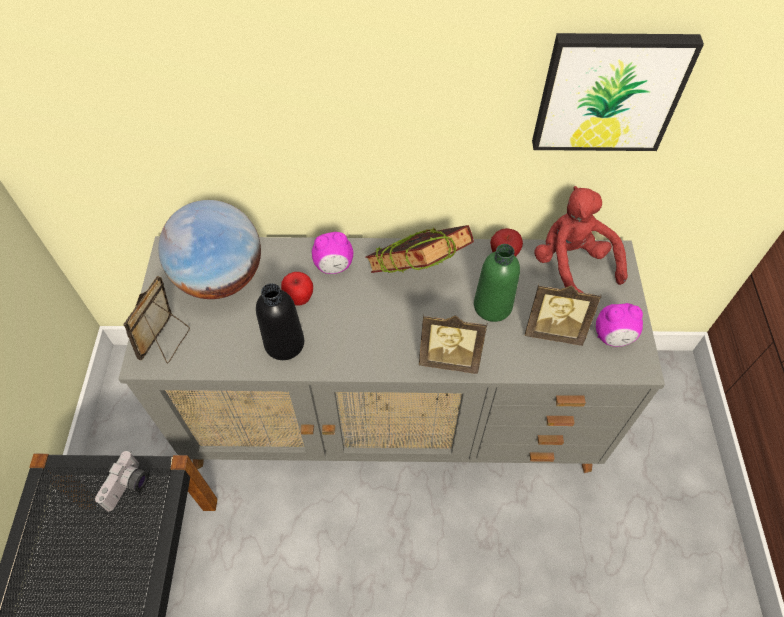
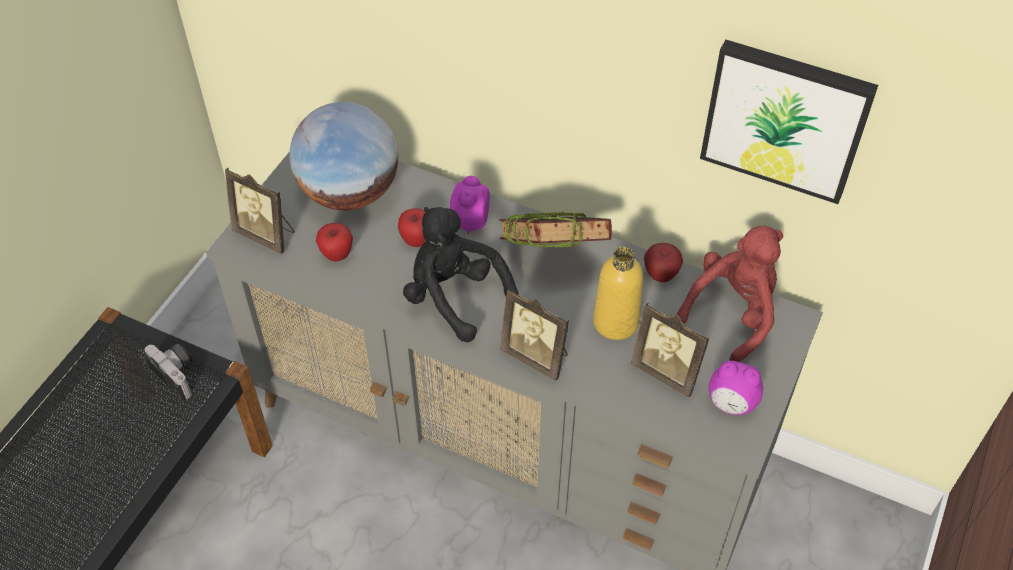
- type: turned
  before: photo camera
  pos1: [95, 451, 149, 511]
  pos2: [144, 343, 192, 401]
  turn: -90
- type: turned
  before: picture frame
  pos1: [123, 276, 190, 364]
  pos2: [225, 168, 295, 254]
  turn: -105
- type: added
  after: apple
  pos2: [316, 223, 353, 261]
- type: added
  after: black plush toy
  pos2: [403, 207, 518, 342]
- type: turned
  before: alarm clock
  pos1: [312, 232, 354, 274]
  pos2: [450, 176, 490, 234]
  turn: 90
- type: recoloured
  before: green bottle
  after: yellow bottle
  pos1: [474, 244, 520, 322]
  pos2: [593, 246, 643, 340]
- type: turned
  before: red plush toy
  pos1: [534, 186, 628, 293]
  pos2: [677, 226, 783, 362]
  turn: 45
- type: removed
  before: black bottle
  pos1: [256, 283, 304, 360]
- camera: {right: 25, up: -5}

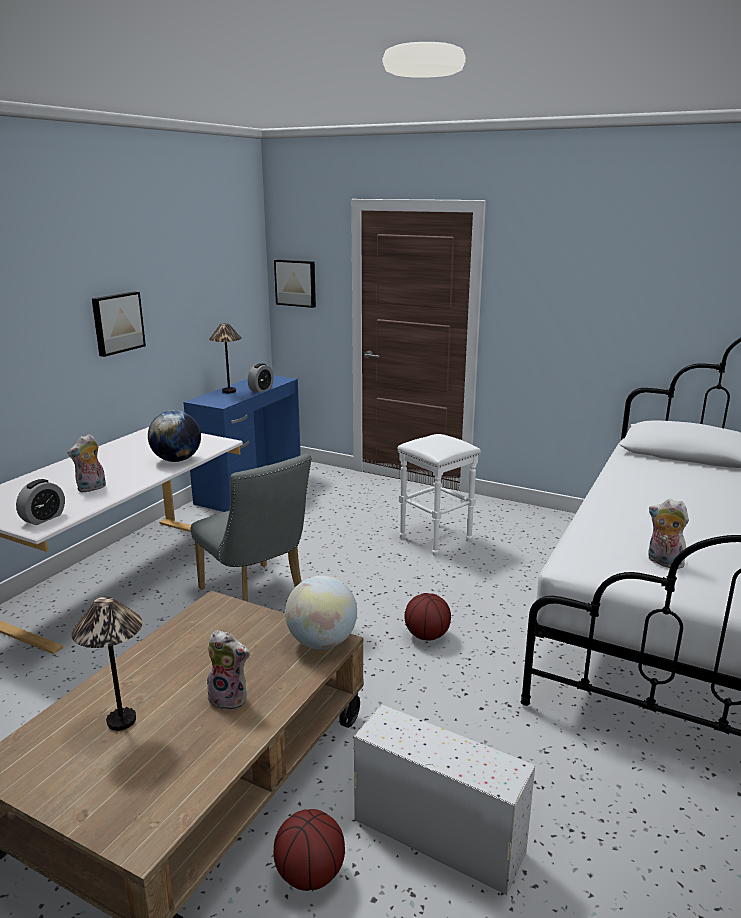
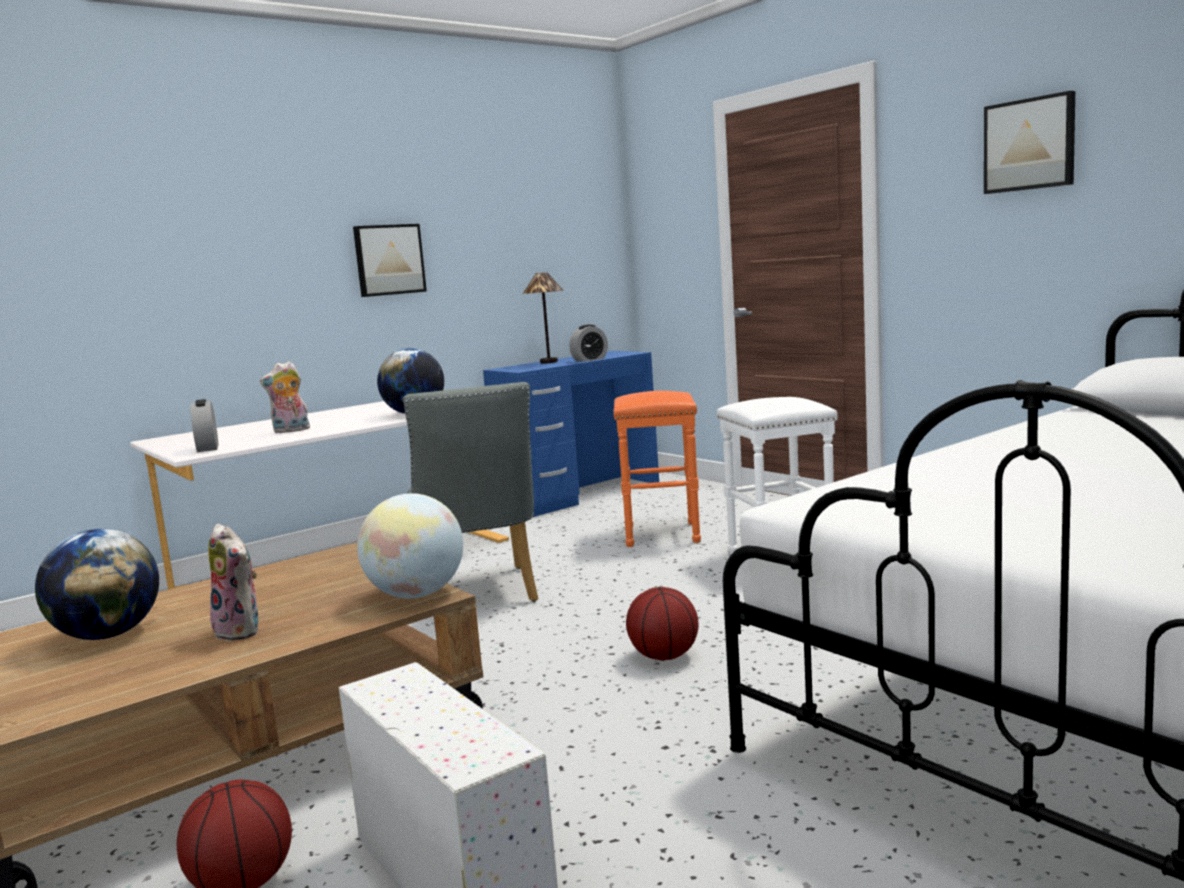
- type: replaced
  before: table lamp
  after: globe
  pos1: [72, 596, 143, 731]
  pos2: [35, 529, 159, 640]
- type: turned
  before: alarm clock
  pos1: [16, 479, 65, 525]
  pos2: [190, 399, 219, 452]
  turn: 105
- type: added
  after: orange stool
  pos2: [613, 391, 701, 547]
- type: moved
  before: picture
  pos1: [274, 259, 316, 308]
  pos2: [984, 91, 1075, 194]
- type: removed
  before: plush toy
  pos1: [648, 499, 689, 569]
- camera: {right: 25, up: -10}

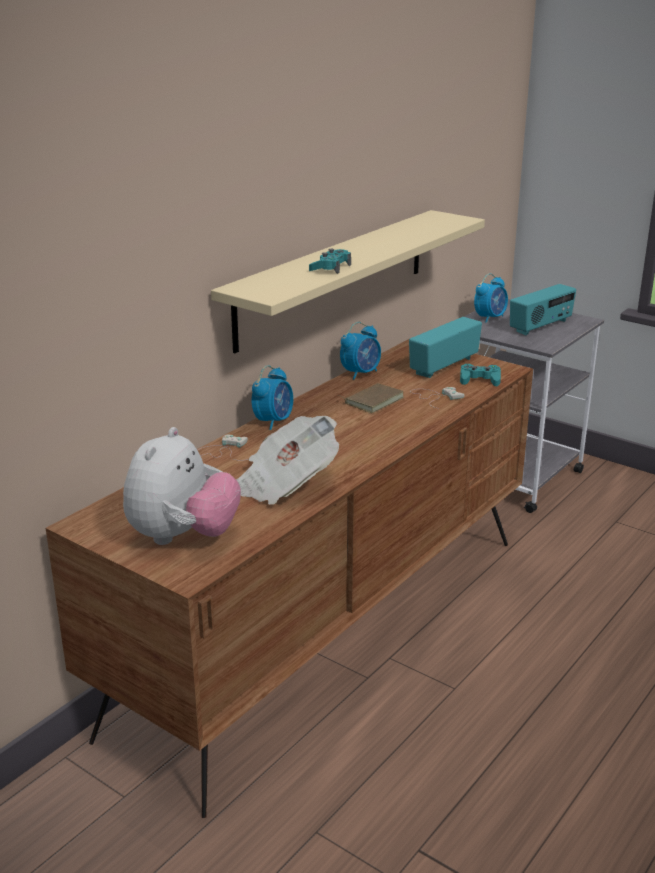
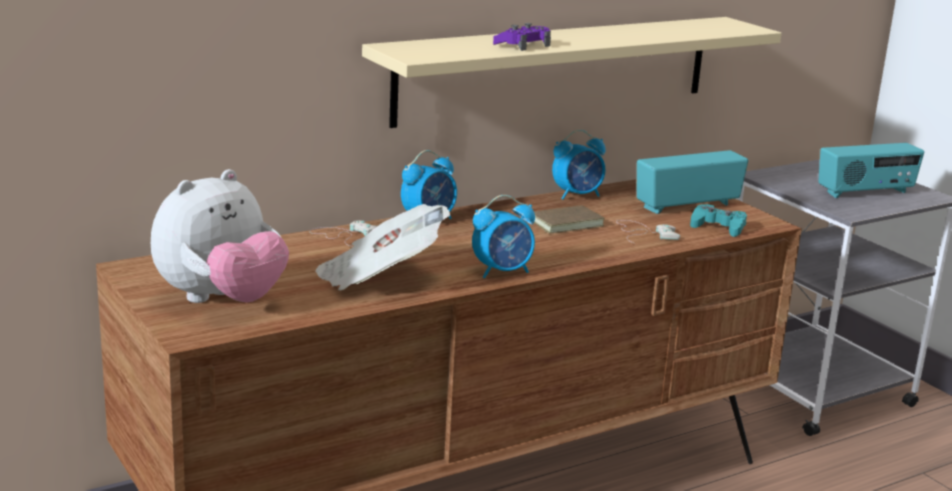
- type: moved
  before: alarm clock
  pos1: [474, 274, 508, 323]
  pos2: [472, 195, 535, 278]
- type: recoloured
  before: turquoise game controller
  after: purple game controller
  pos1: [309, 249, 351, 274]
  pos2: [493, 23, 551, 51]
- camera: {right: 20, up: -5}

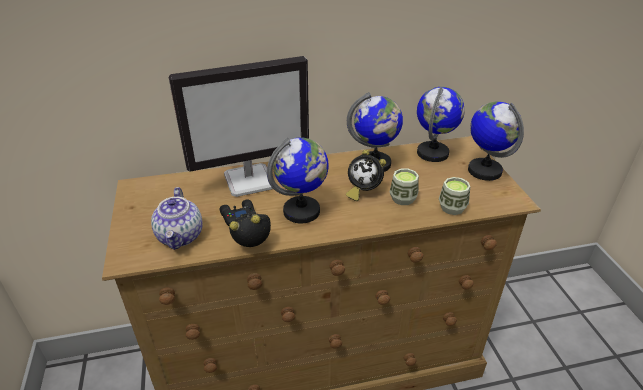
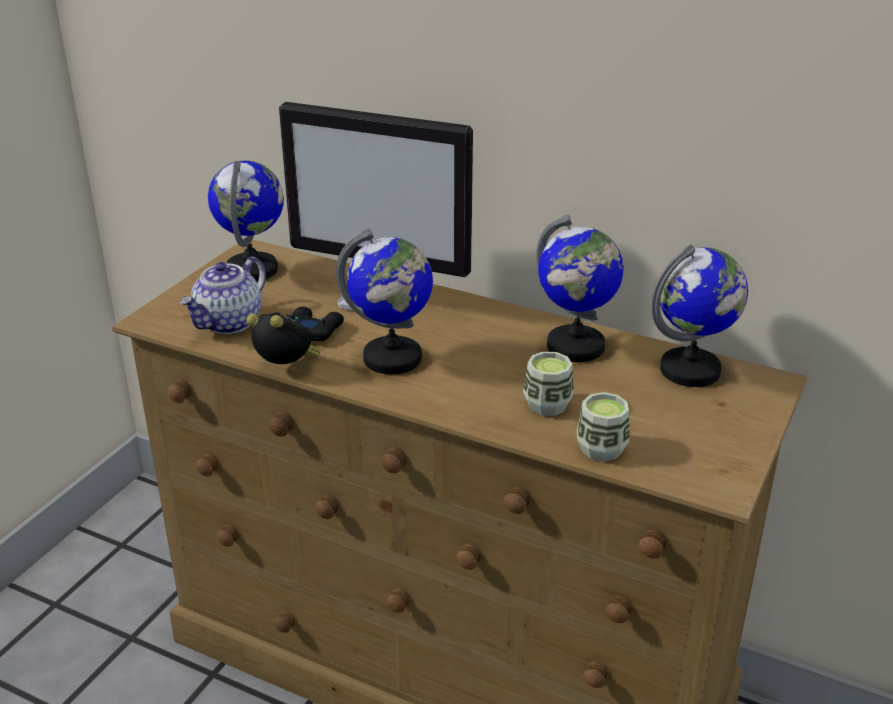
- type: moved
  before: globe
  pos1: [468, 101, 524, 181]
  pos2: [208, 160, 284, 282]
- type: removed
  before: alarm clock
  pos1: [346, 150, 386, 201]
- camera: {right: 40, up: -5}

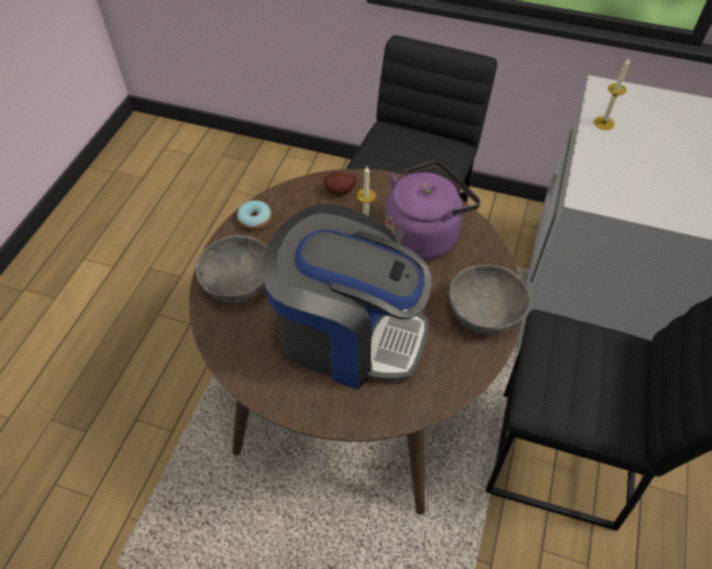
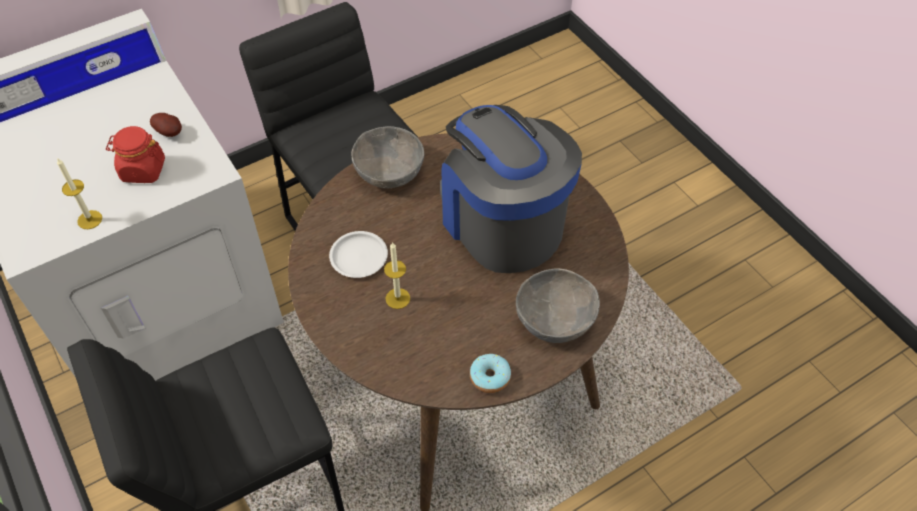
- type: added
  after: red jar
  pos2: [106, 126, 165, 183]
- type: moved
  before: potato
  pos1: [324, 172, 357, 195]
  pos2: [150, 113, 182, 137]
- type: replaced
  before: purple kettle
  after: white plate
  pos1: [385, 160, 481, 260]
  pos2: [329, 231, 388, 278]
- camera: {right: -140, up: 0}

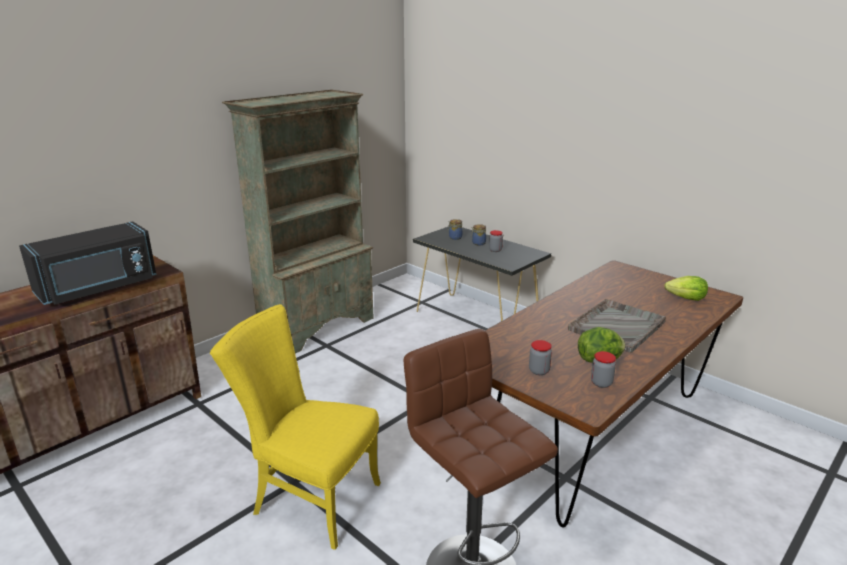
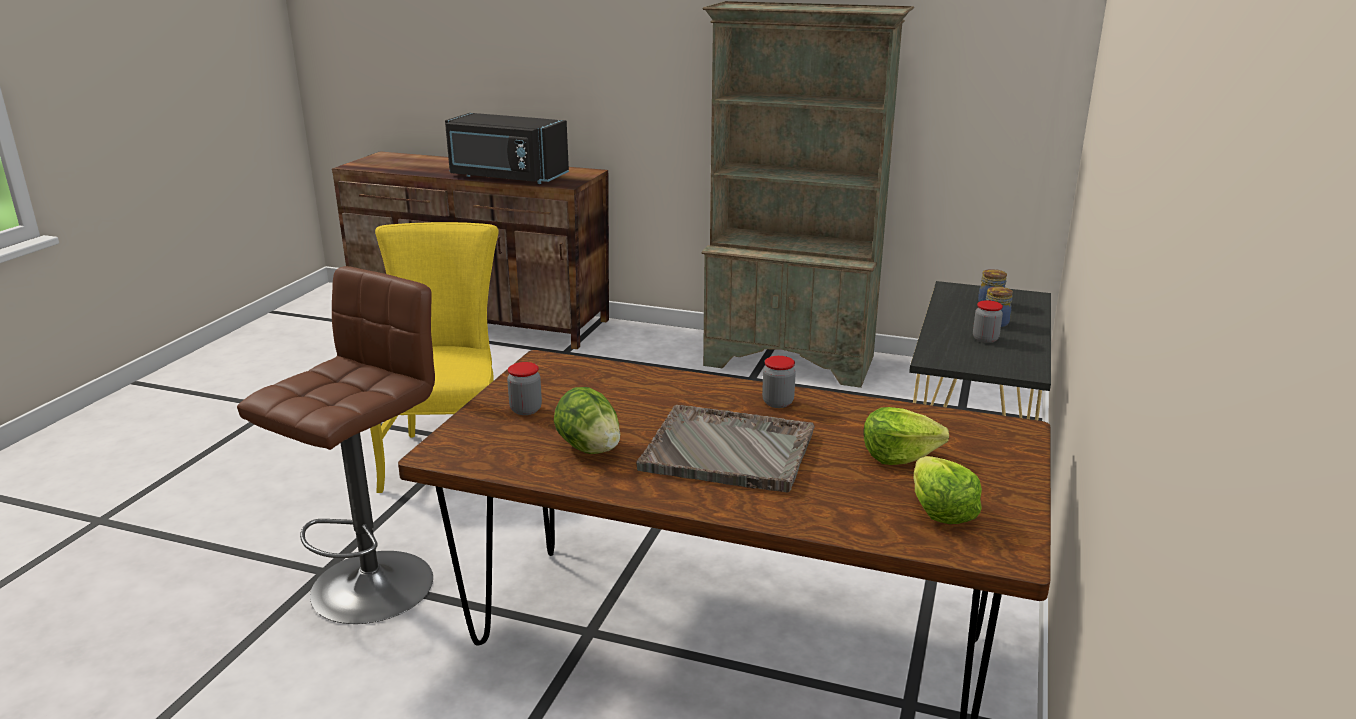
- type: moved
  before: jar
  pos1: [591, 351, 616, 388]
  pos2: [762, 356, 796, 408]
- type: added
  after: lettuce
  pos2: [864, 407, 949, 465]
- camera: {right: 65, up: 0}

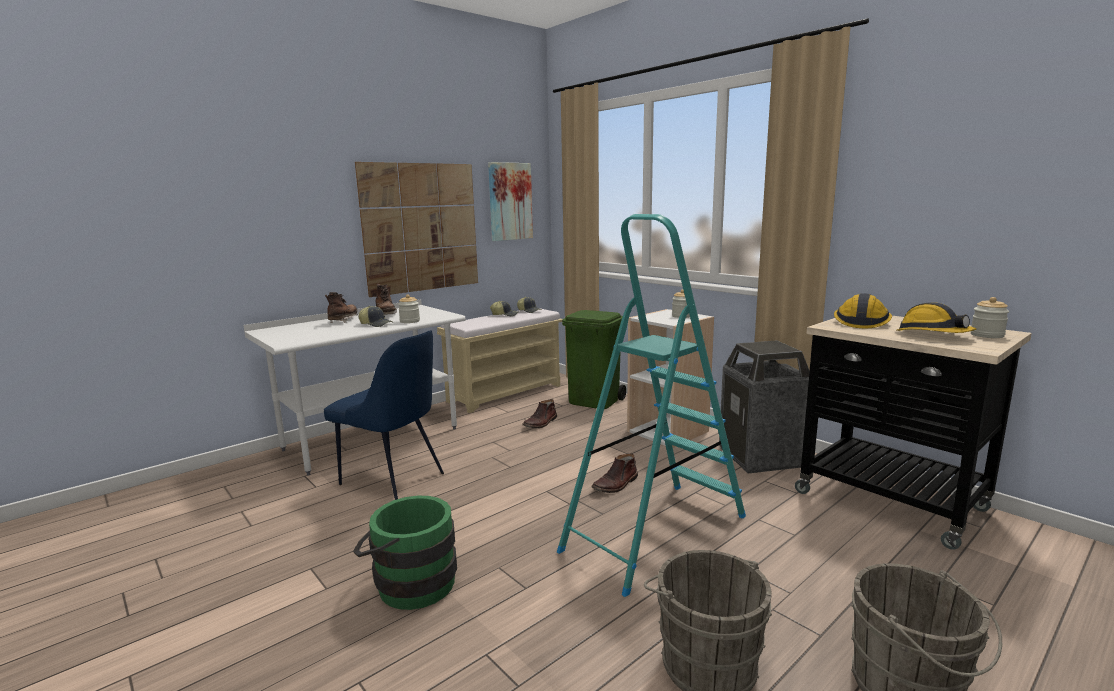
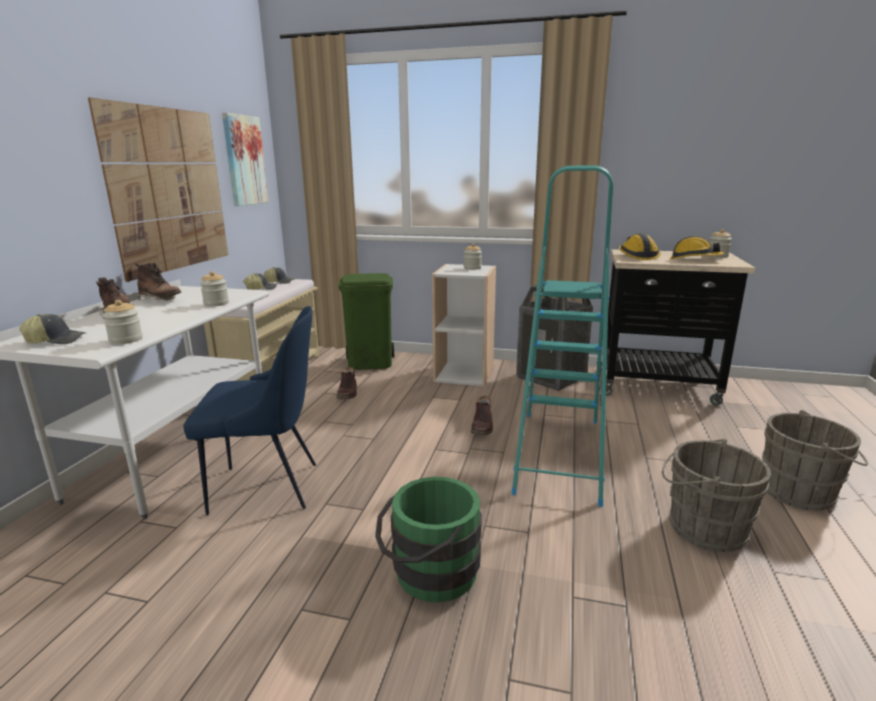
- type: moved
  before: cap
  pos1: [359, 306, 393, 327]
  pos2: [20, 314, 86, 344]
- type: added
  after: jar
  pos2: [103, 300, 143, 344]
- camera: {right: -35, up: 5}

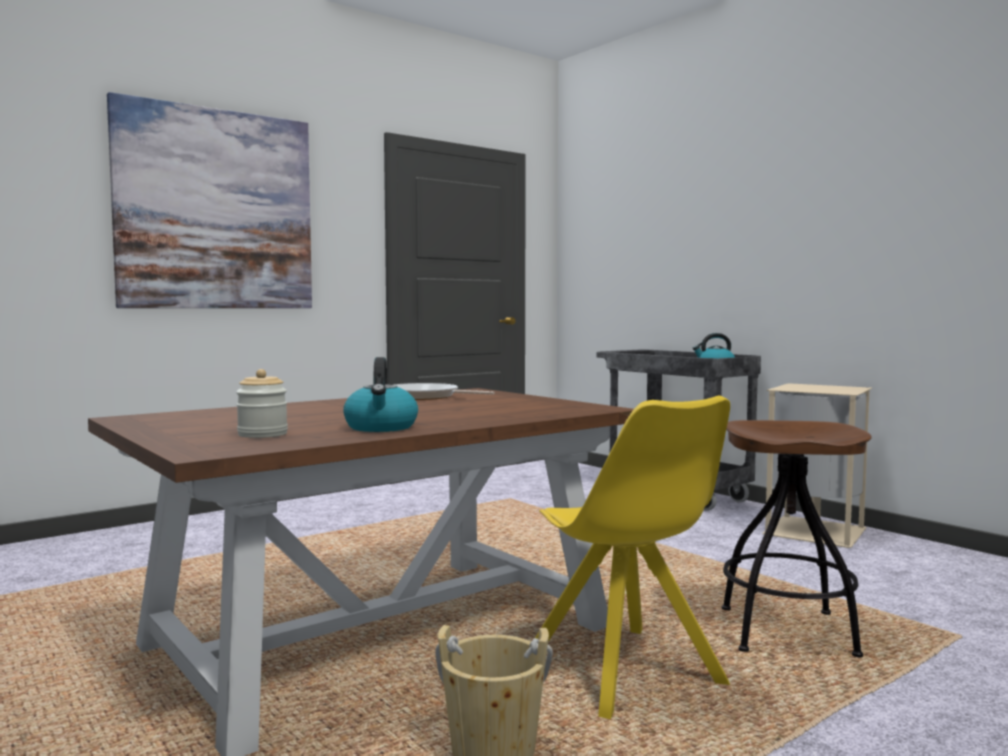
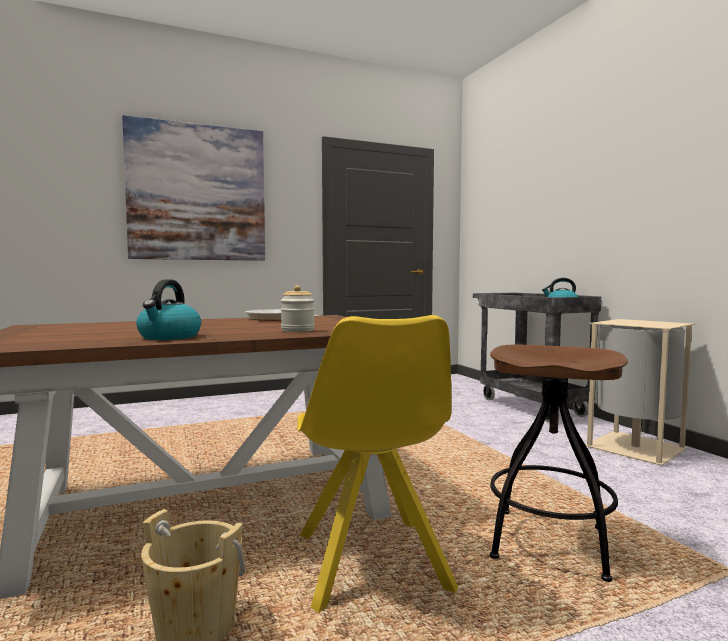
- type: moved
  before: jar
  pos1: [236, 369, 288, 438]
  pos2: [281, 285, 315, 332]
- camera: {right: 15, up: 0}

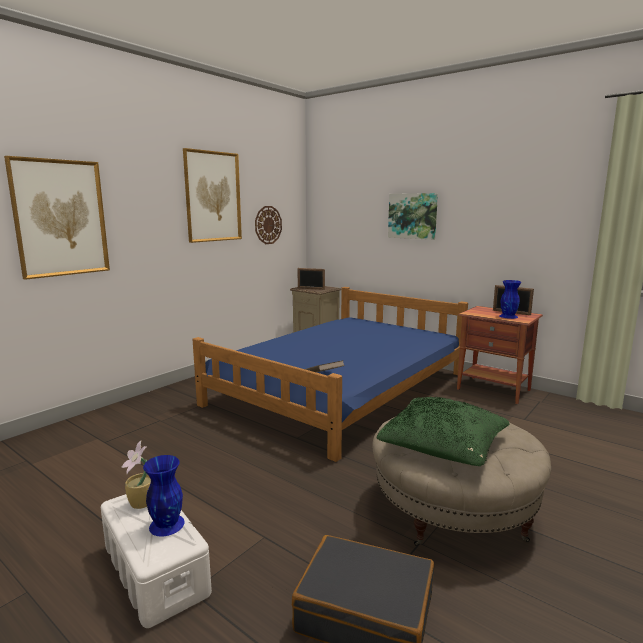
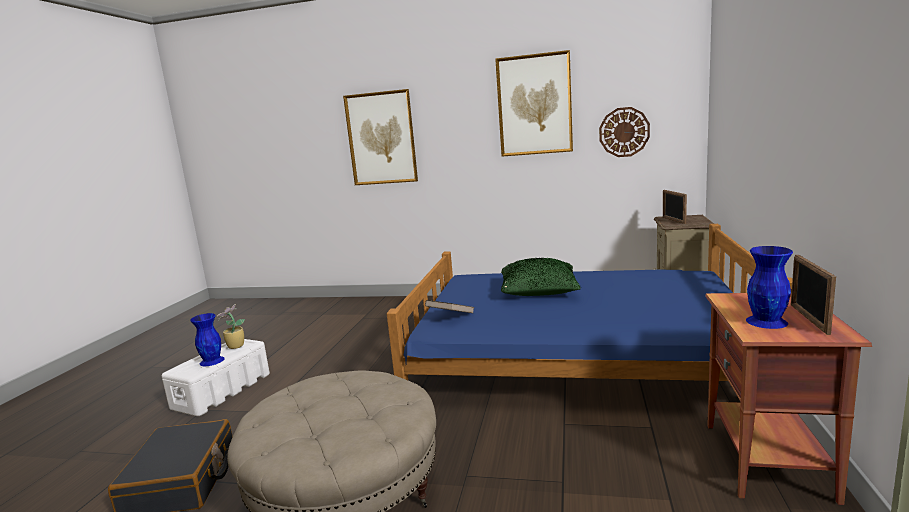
- type: moved
  before: green pillow
  pos1: [377, 397, 510, 466]
  pos2: [501, 258, 581, 296]
- type: removed
  before: picture
  pos1: [388, 193, 438, 240]
- camera: {right: 65, up: 0}

